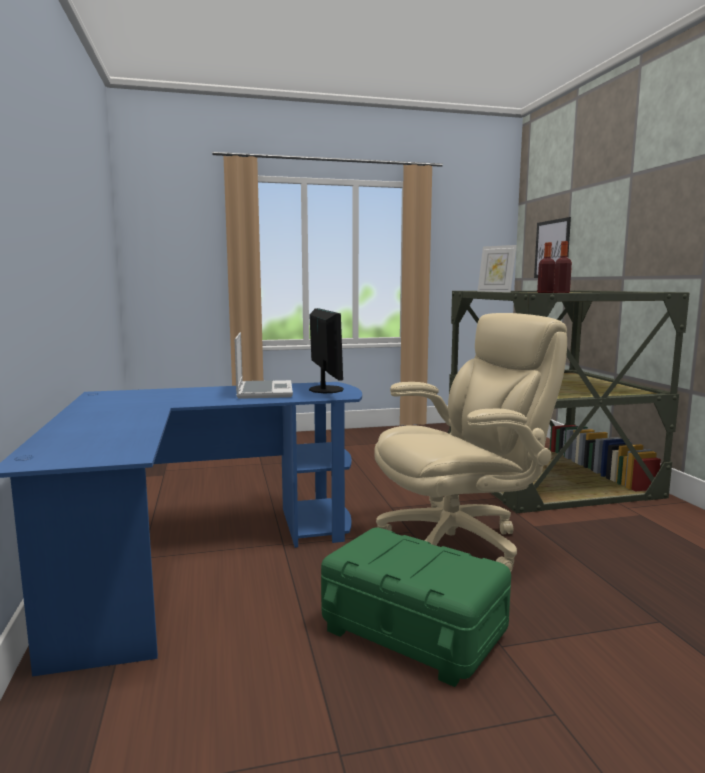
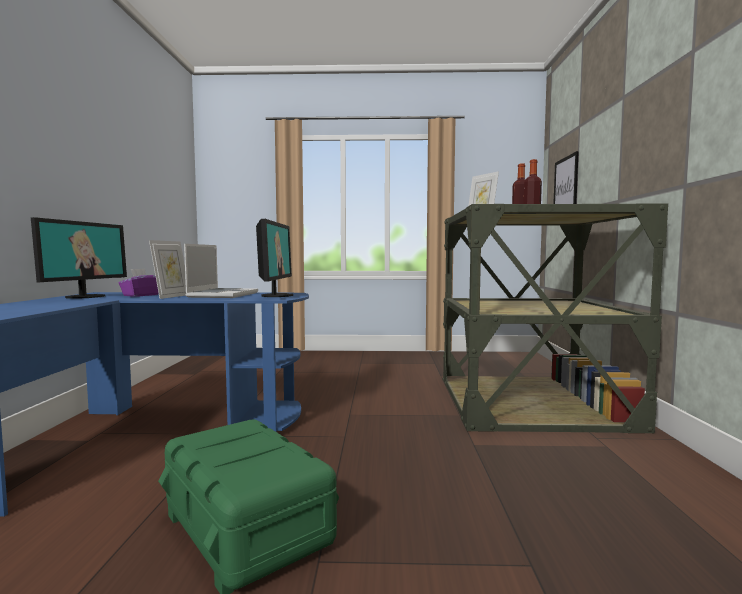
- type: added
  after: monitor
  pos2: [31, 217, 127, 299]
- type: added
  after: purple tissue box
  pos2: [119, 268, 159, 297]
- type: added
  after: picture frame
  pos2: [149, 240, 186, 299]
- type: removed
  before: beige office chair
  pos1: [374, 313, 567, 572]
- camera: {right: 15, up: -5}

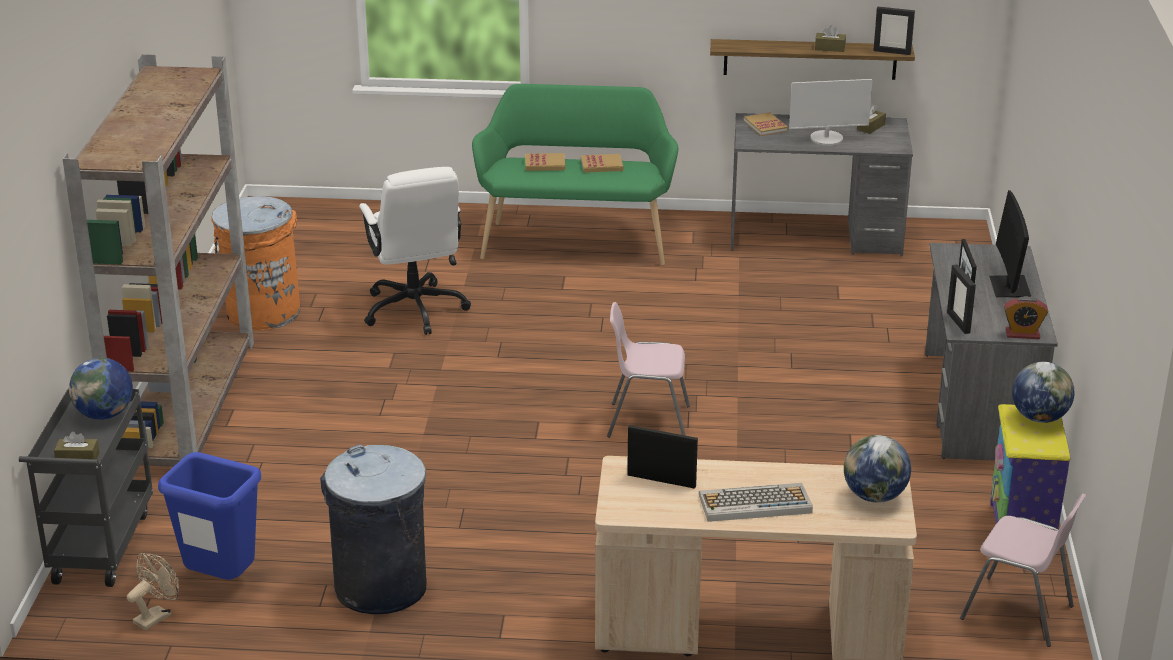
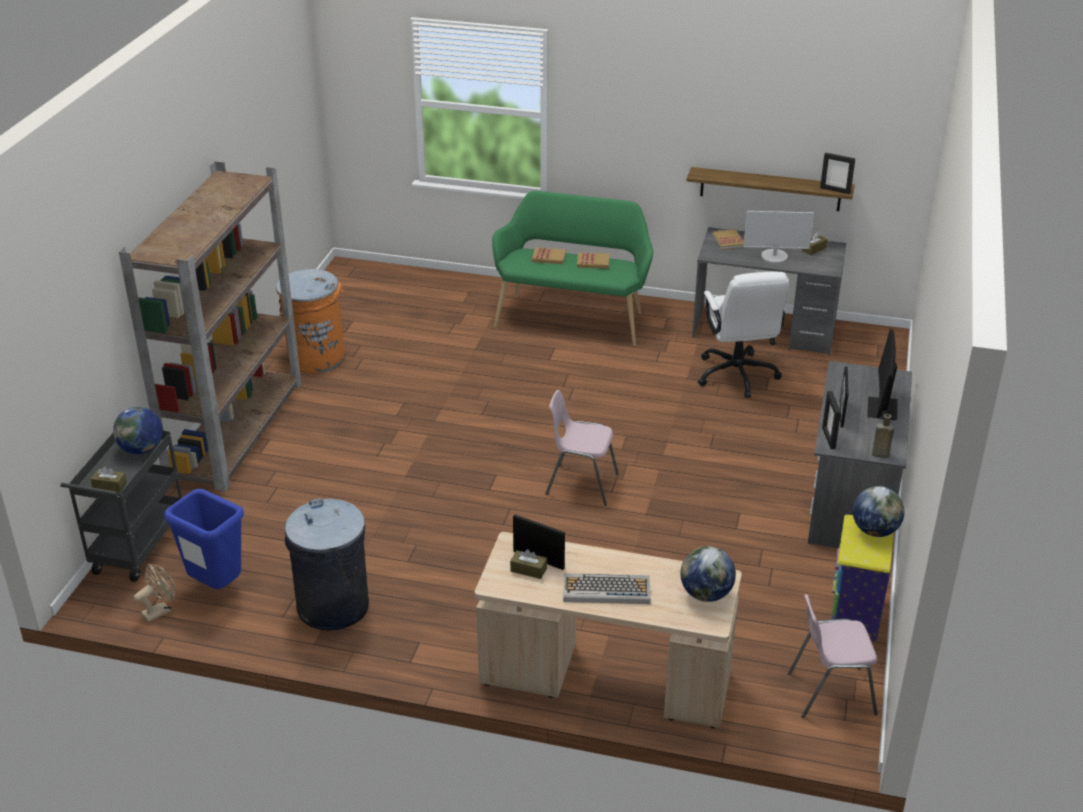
- type: moved
  before: brown tissue box
  pos1: [815, 25, 846, 52]
  pos2: [510, 549, 547, 579]
- type: moved
  before: white office chair
  pos1: [359, 167, 471, 335]
  pos2: [698, 272, 789, 398]
- type: turned
  before: pink chair
  pos1: [960, 493, 1086, 647]
  pos2: [788, 594, 878, 718]
  turn: 135
- type: replaced
  before: alarm clock
  after: brown bottle
  pos1: [1004, 296, 1048, 339]
  pos2: [872, 414, 894, 458]
- camera: {right: 10, up: 5}

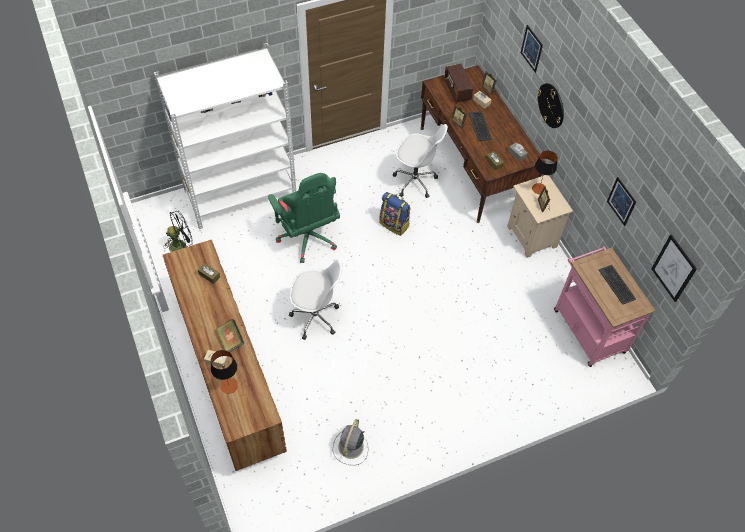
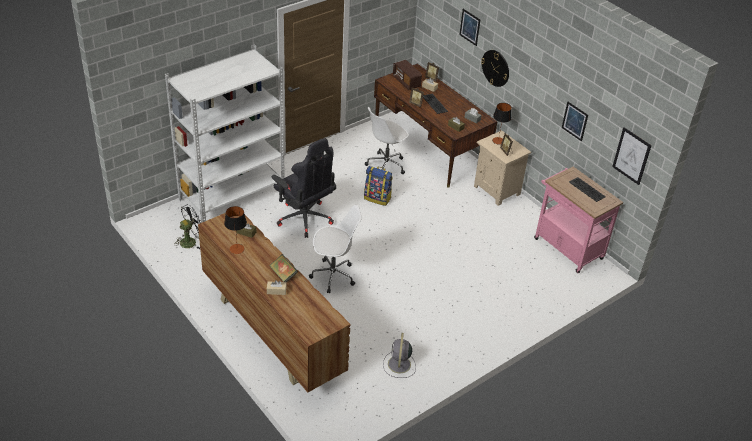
- type: moved
  before: table lamp
  pos1: [211, 350, 238, 394]
  pos2: [224, 206, 247, 254]
- type: recoloured
  before: green office chair
  after: black office chair
  pos1: [268, 173, 340, 263]
  pos2: [272, 138, 336, 238]
- type: turned
  before: white office chair
  pos1: [392, 124, 448, 198]
  pos2: [365, 107, 409, 174]
  turn: 135
- camera: {right: -15, up: -15}

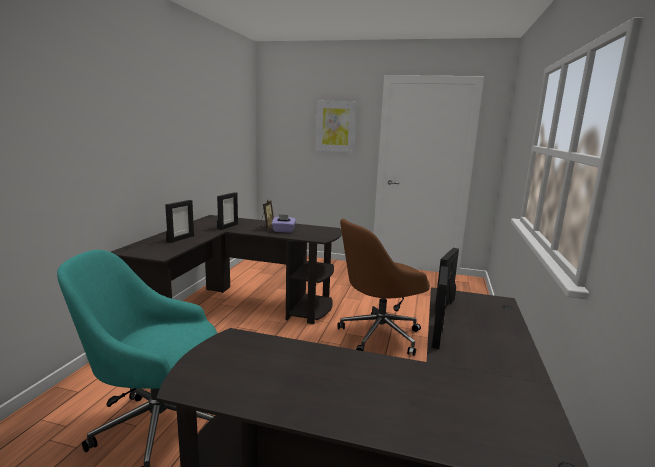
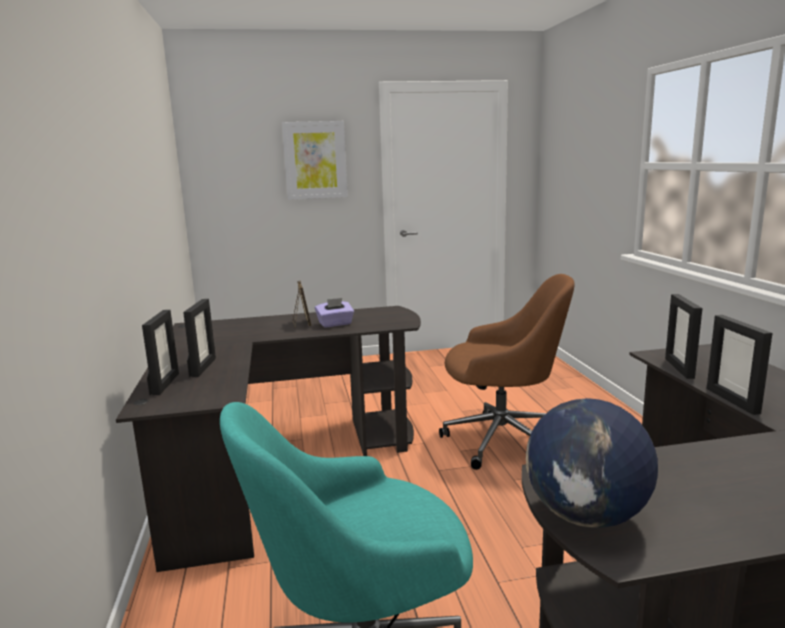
- type: moved
  before: picture frame
  pos1: [217, 192, 238, 230]
  pos2: [142, 310, 179, 395]
- type: turned
  before: brown office chair
  pos1: [338, 219, 430, 356]
  pos2: [439, 274, 575, 470]
  turn: -120
- type: added
  after: globe
  pos2: [526, 398, 658, 528]
- camera: {right: -25, up: 0}

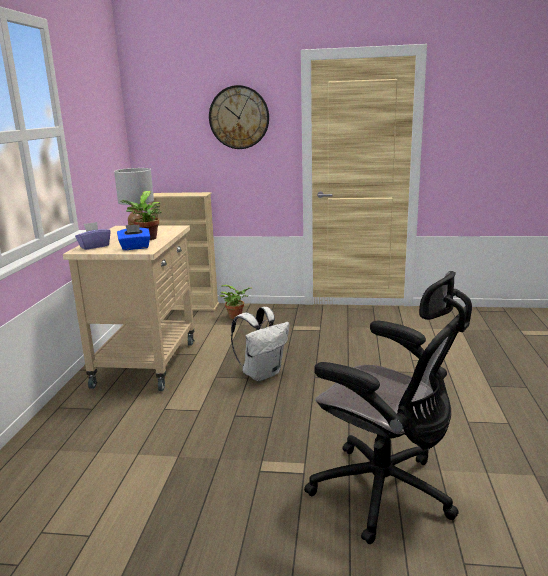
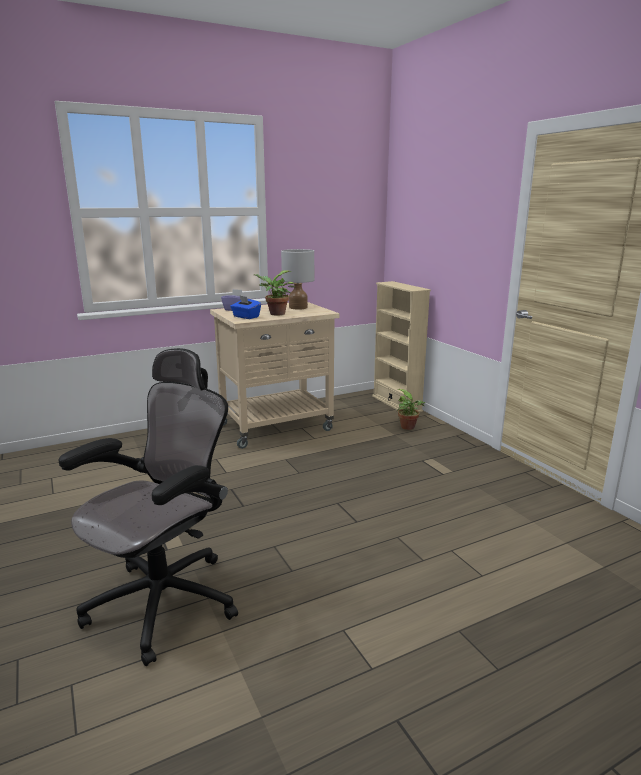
- type: turned
  before: office chair
  pos1: [304, 271, 472, 544]
  pos2: [59, 348, 238, 666]
  turn: -150
- type: removed
  before: wall clock
  pos1: [209, 85, 269, 149]
- type: removed
  before: white backpack
  pos1: [231, 307, 289, 381]
- camera: {right: 55, up: 0}

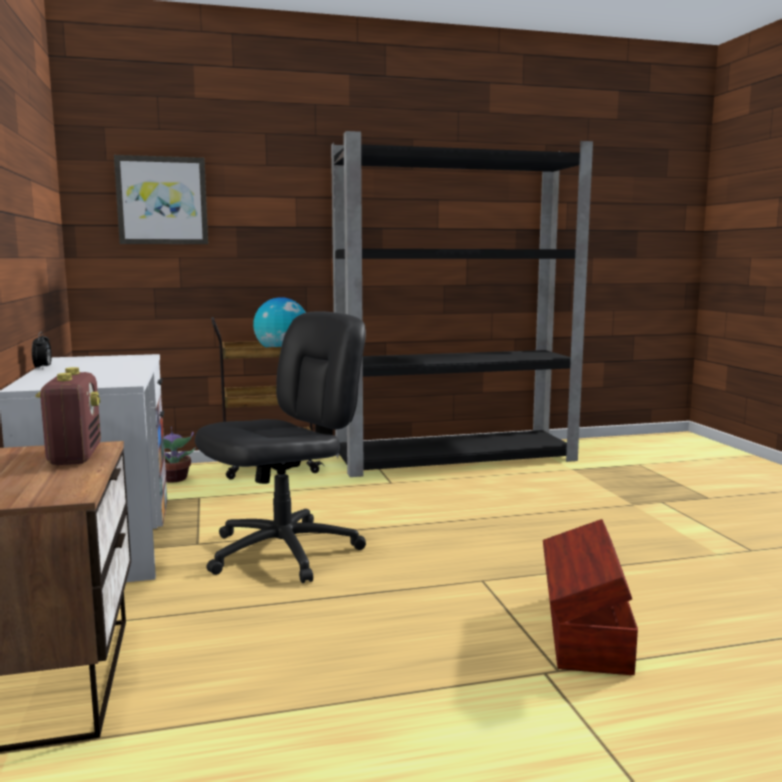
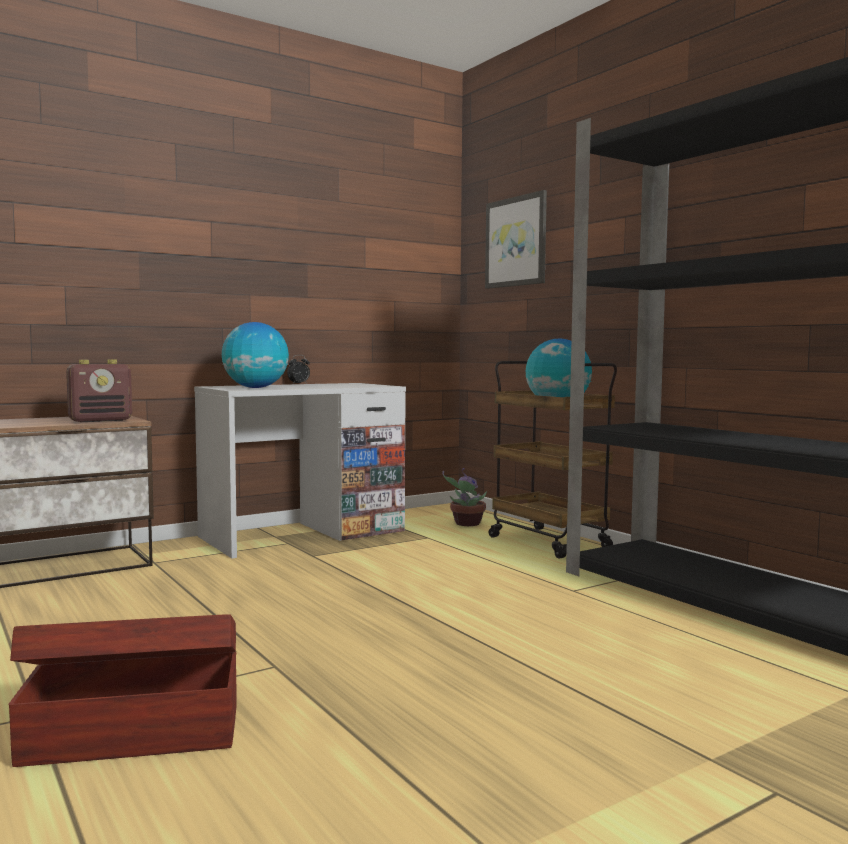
- type: added
  after: globe
  pos2: [222, 322, 289, 388]
- type: removed
  before: black office chair
  pos1: [195, 311, 366, 583]
- camera: {right: 70, up: -5}

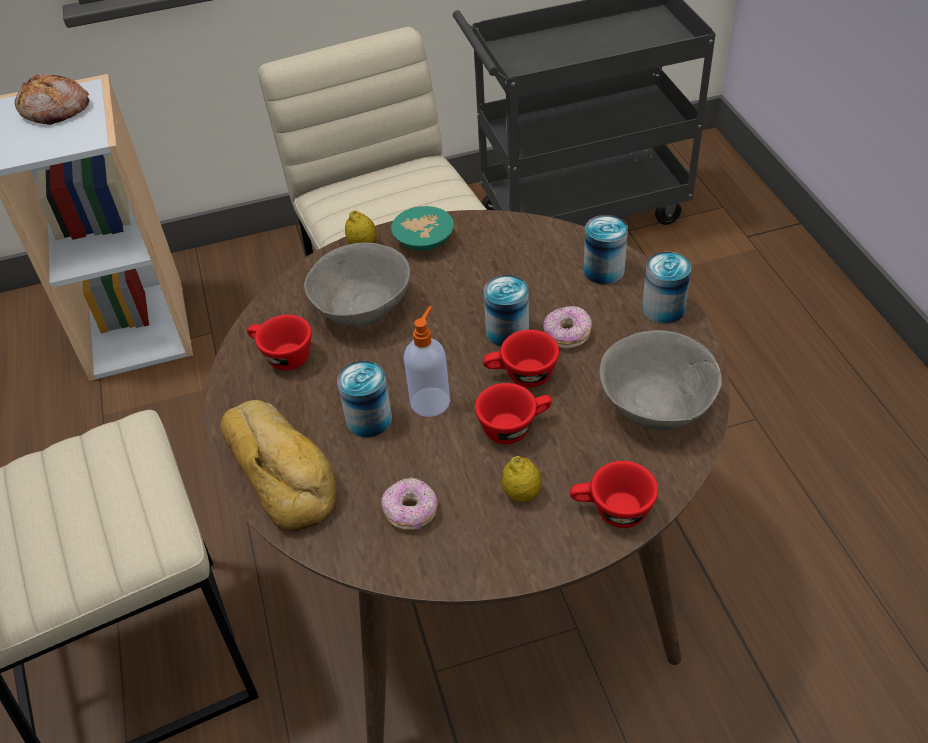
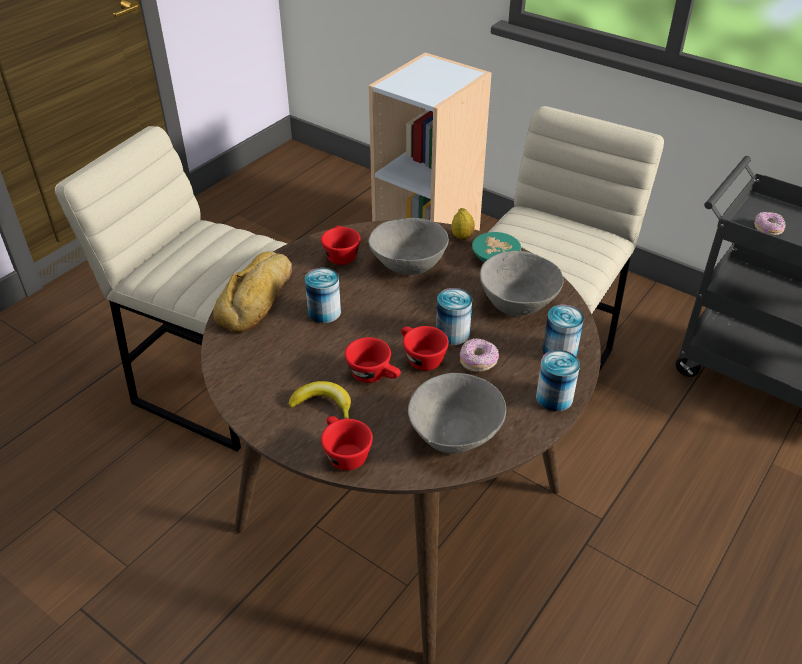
- type: replaced
  before: lemon
  after: banana
  pos1: [502, 456, 542, 502]
  pos2: [288, 381, 351, 419]
- type: added
  after: grey bowl
  pos2: [480, 251, 564, 315]
- type: moved
  before: donut
  pos1: [381, 478, 438, 530]
  pos2: [754, 212, 785, 236]
- type: removed
  before: bread
  pos1: [15, 74, 89, 125]
- type: removed
  before: soap dispenser
  pos1: [404, 306, 450, 417]
- camera: {right: 50, up: -5}

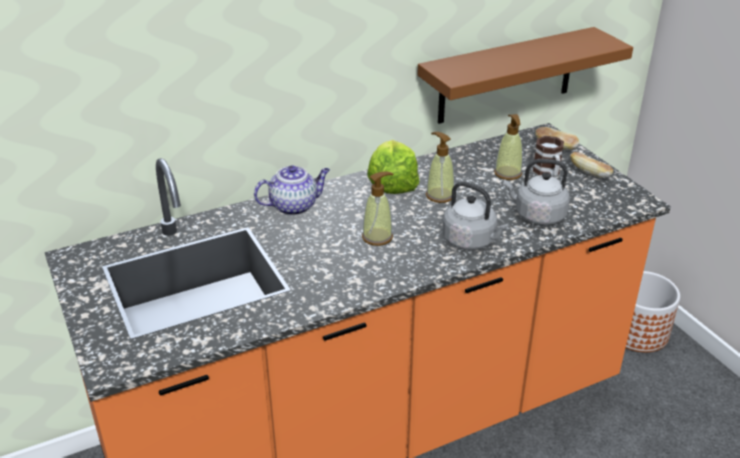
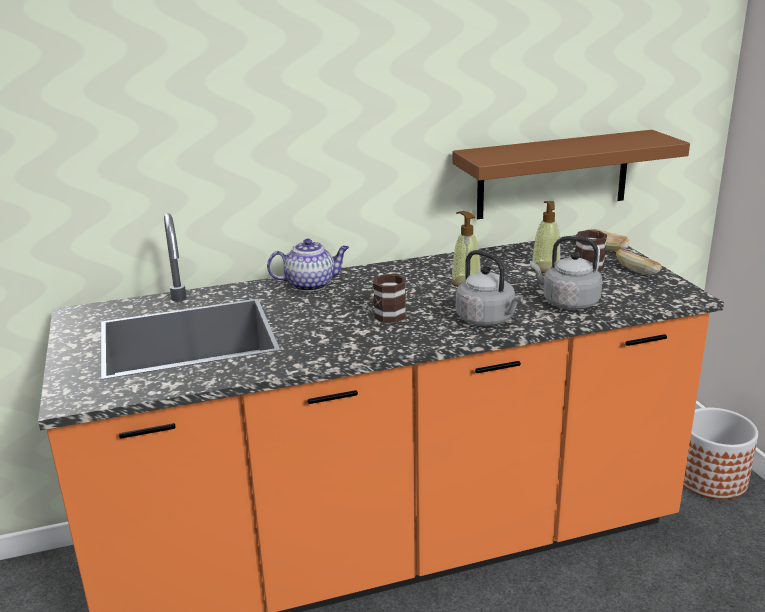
- type: replaced
  before: soap dispenser
  after: mug
  pos1: [362, 171, 394, 246]
  pos2: [373, 273, 406, 323]
- type: removed
  before: lettuce
  pos1: [367, 140, 419, 194]
- camera: {right: 10, up: -10}

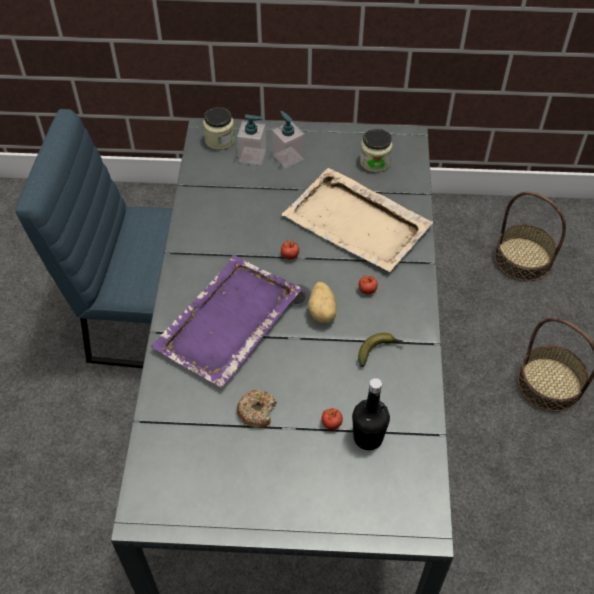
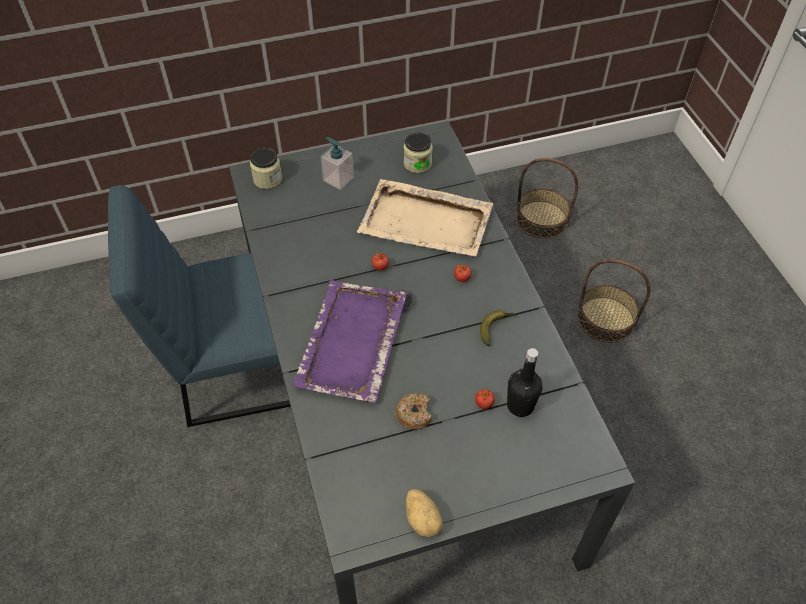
- type: moved
  before: potato
  pos1: [308, 282, 337, 323]
  pos2: [406, 489, 443, 537]
- type: removed
  before: soap dispenser
  pos1: [237, 114, 266, 165]
- camera: {right: -20, up: 0}

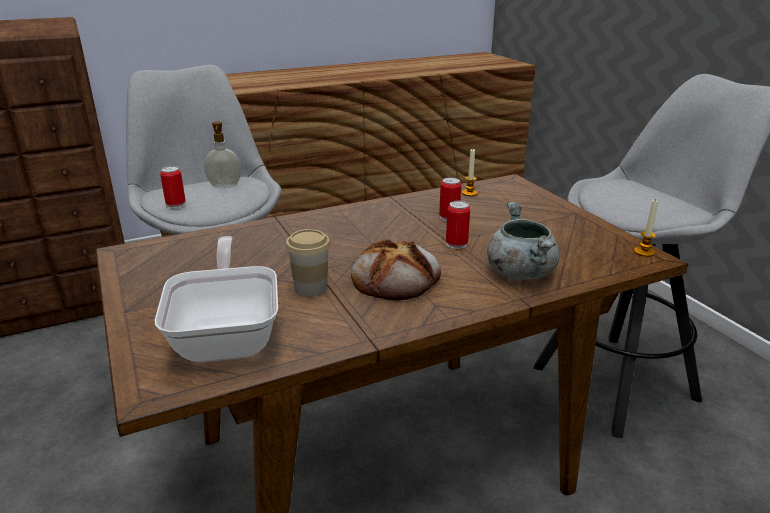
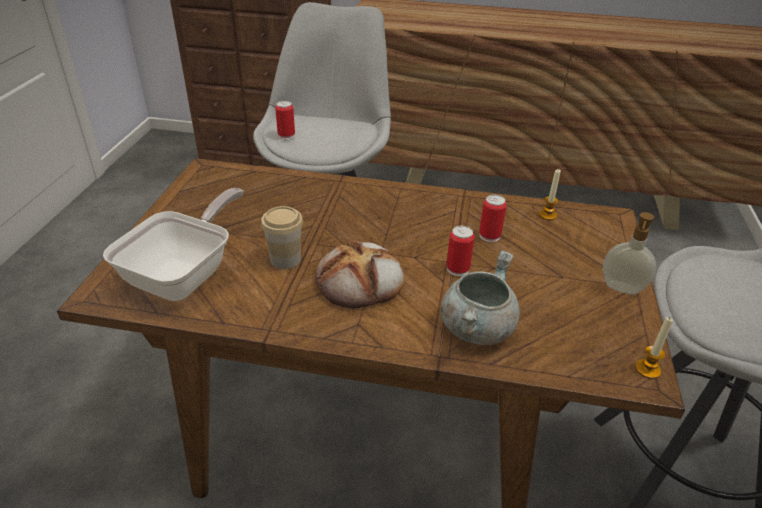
- type: moved
  before: soap dispenser
  pos1: [204, 122, 241, 188]
  pos2: [603, 212, 656, 295]
- camera: {right: 35, up: 10}

